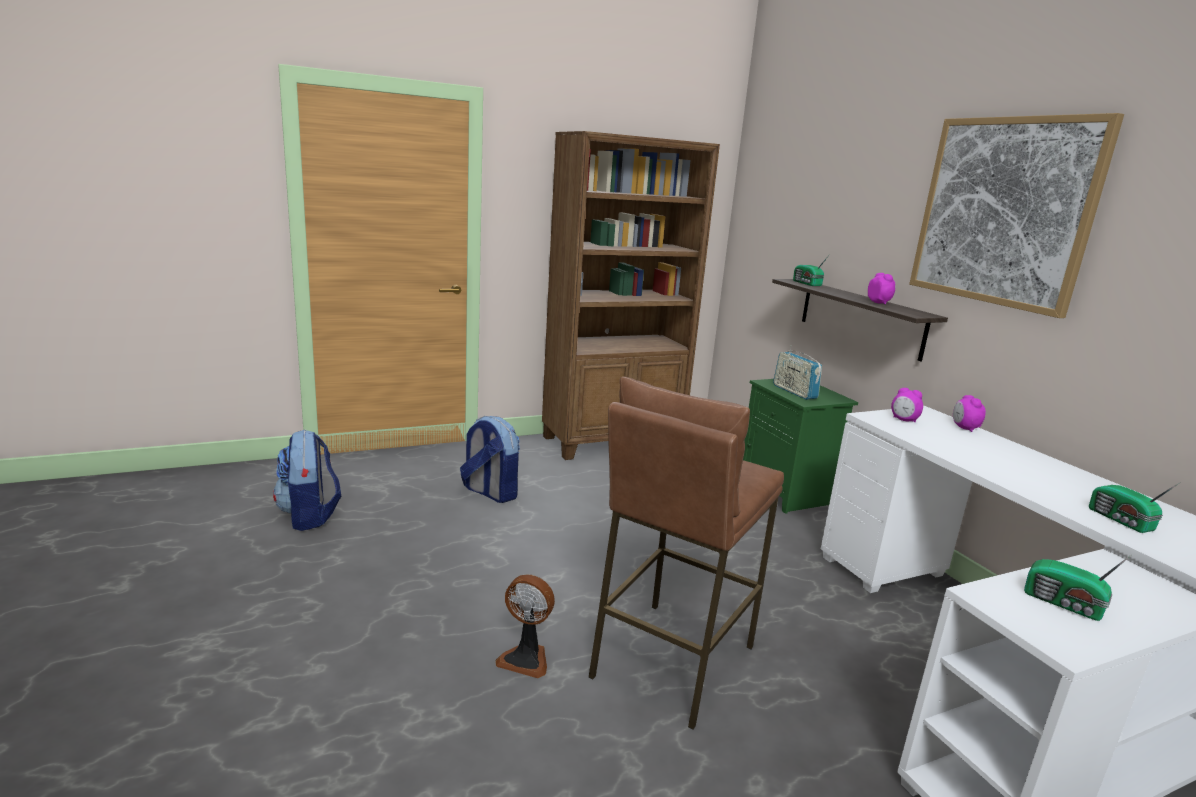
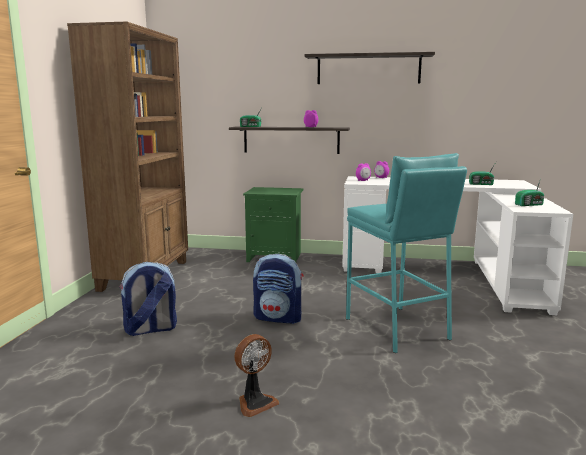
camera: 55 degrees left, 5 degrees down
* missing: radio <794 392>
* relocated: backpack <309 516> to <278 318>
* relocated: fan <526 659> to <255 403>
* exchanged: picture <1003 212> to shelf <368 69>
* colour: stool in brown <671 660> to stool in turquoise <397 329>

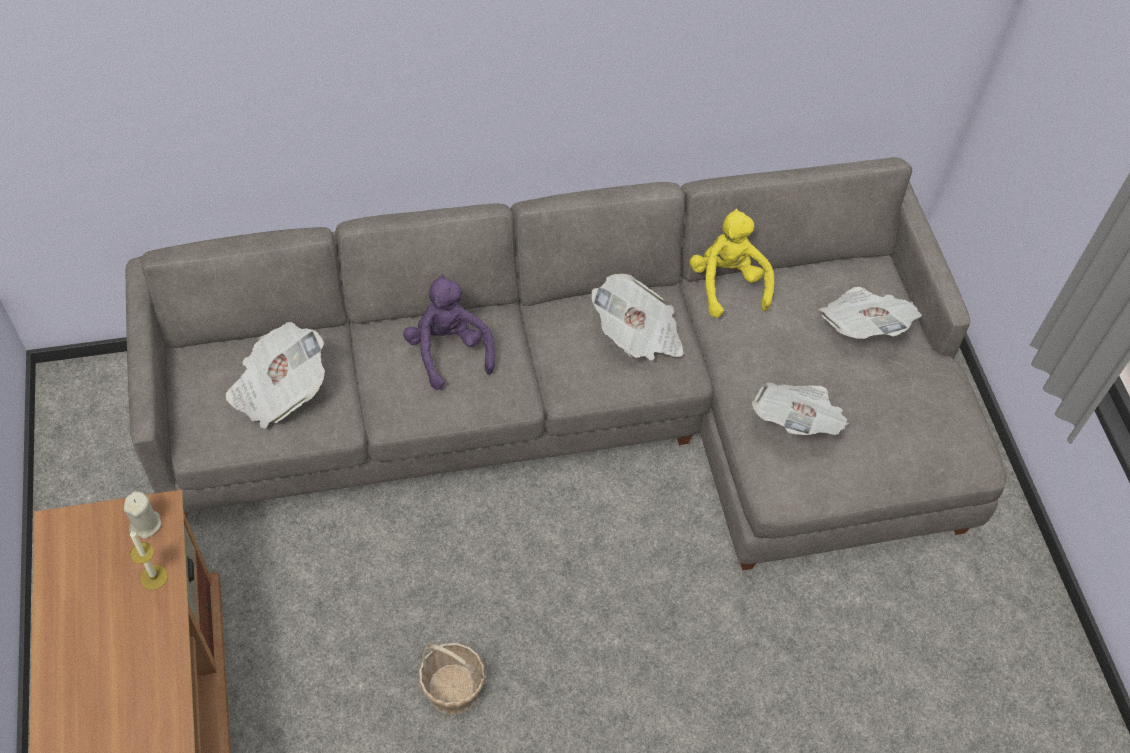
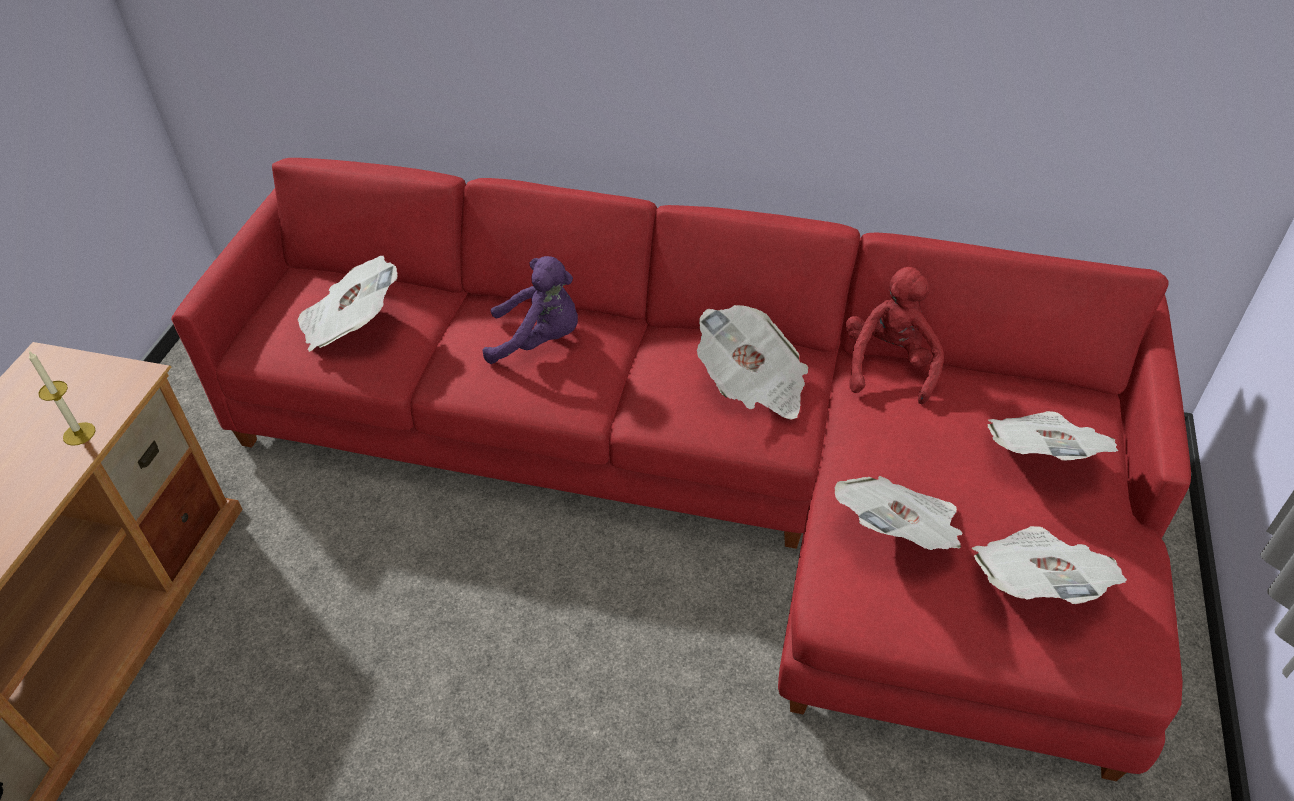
camera: 30 degrees right, 10 degrees down
* missing: candle in beige <146 524>
* missing: basket <453 689>
* appeared: newspaper <1036 584>
* colour: sofa in grey <594 407> to sofa in red <709 477>
* colour: plush toy in yellow <727 284> to plush toy in red <889 365>
* spun: plush toy in purple <448 351> = <539 340> 90 degrees clockwise

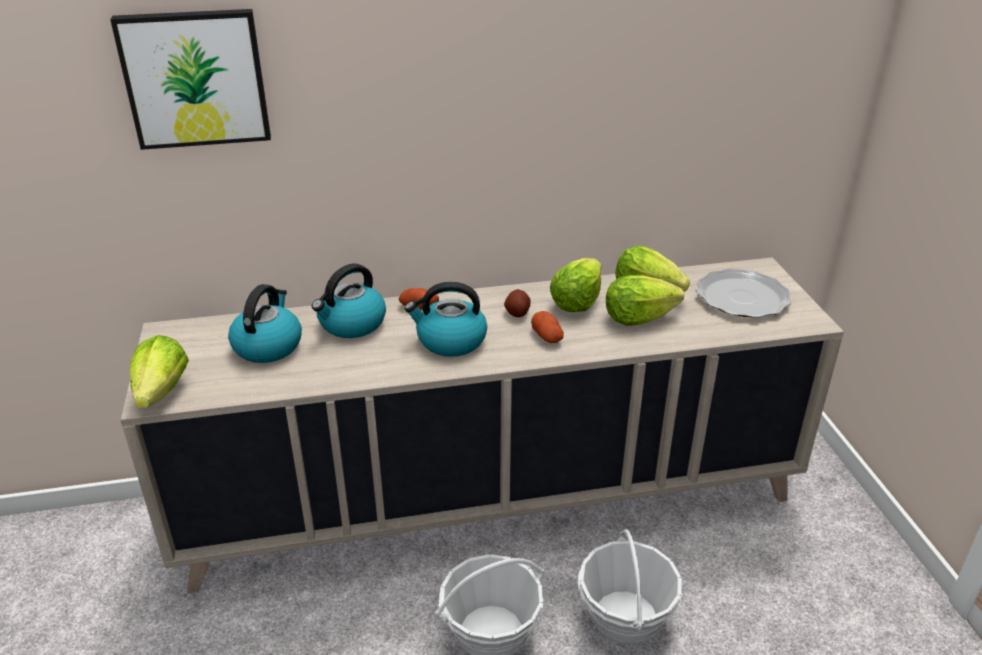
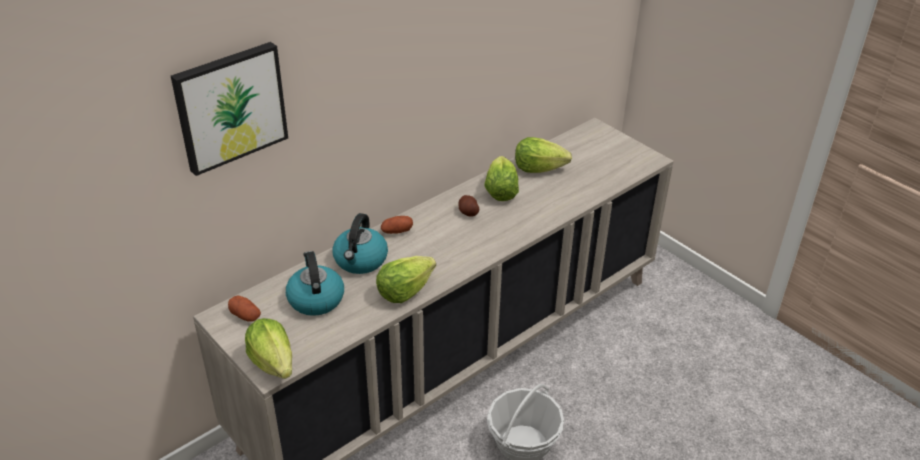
camera: 30 degrees left, 5 degrees up
* missing: kettle <450 341>
* missing: basket <625 617>
* missing: plate <742 297>
* relocated: potato <547 336> to <245 315>
* relocated: lettuce <638 318> to <404 291>

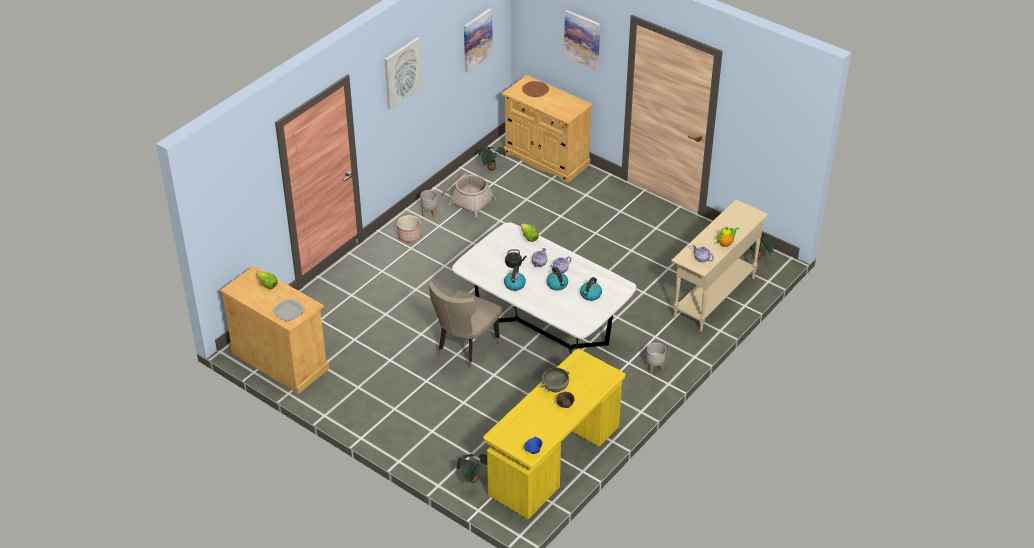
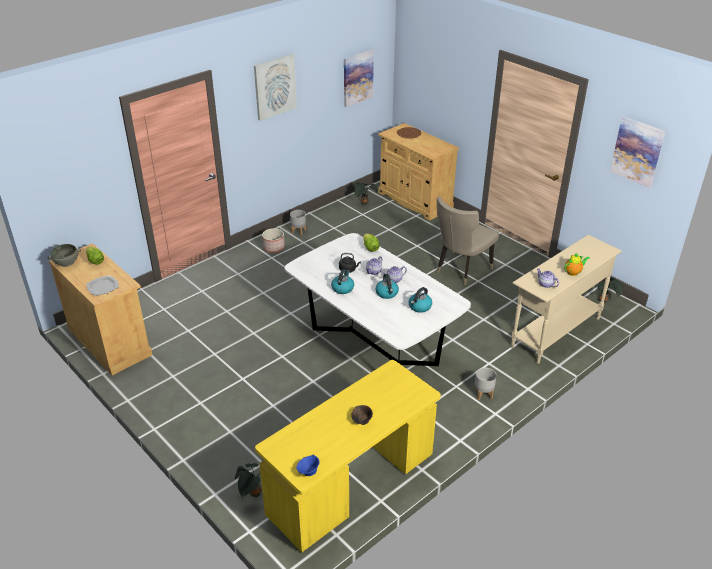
camera: 10 degrees right, 5 degrees down
* missing: basket <467 200>
* relocated: chair in beige <464 349> to <460 270>
* relocated: bowl in grey <555 386> to <66 262>
* relocated: picture <582 40> to <637 151>

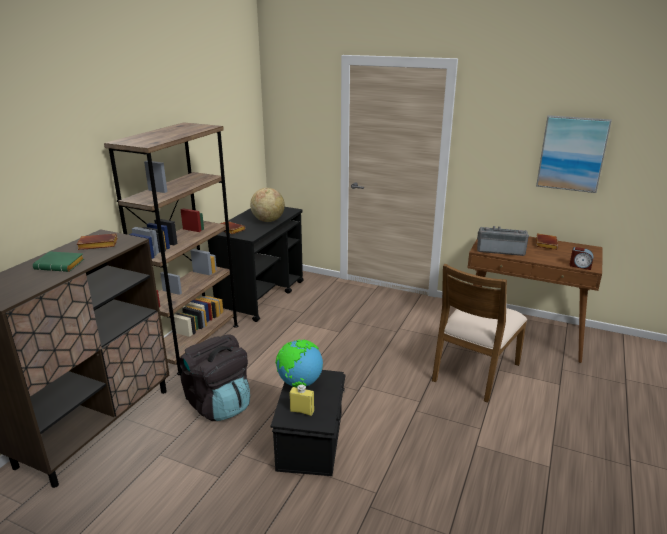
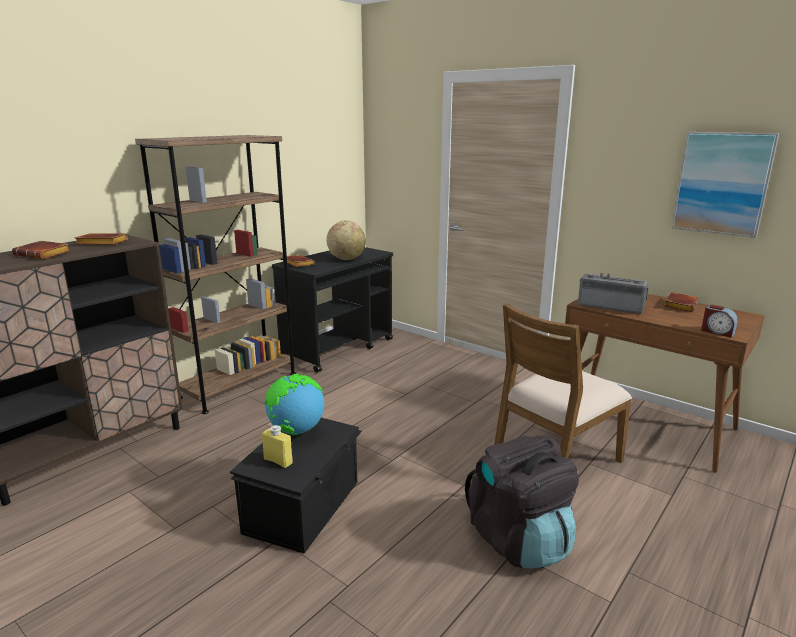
camera: 15 degrees right, 5 degrees down
* relocated: backpack in black <219 404> to <519 539>
* colour: book in green <61 265> to book in brown <44 254>

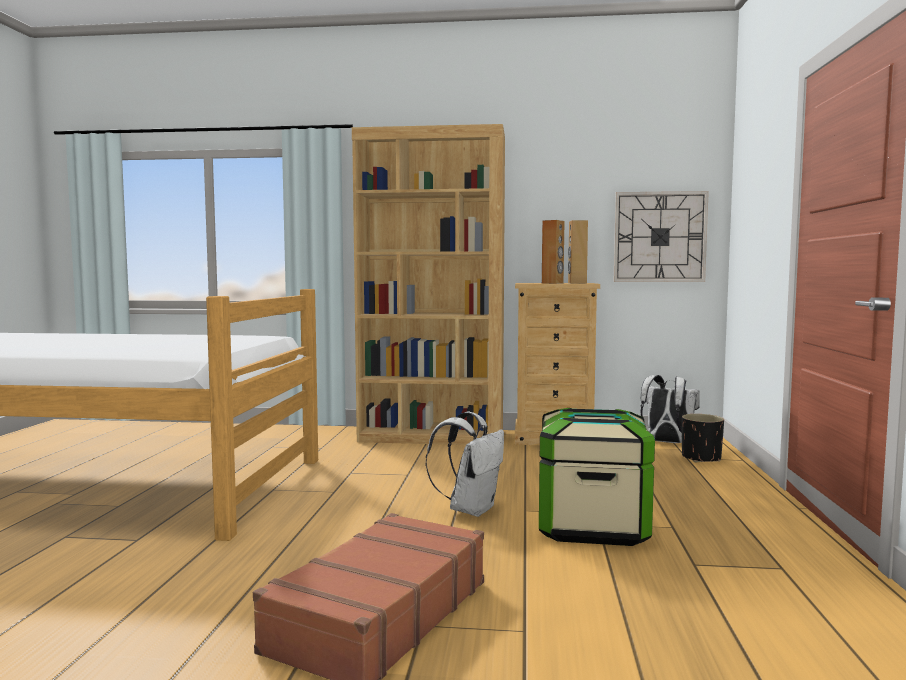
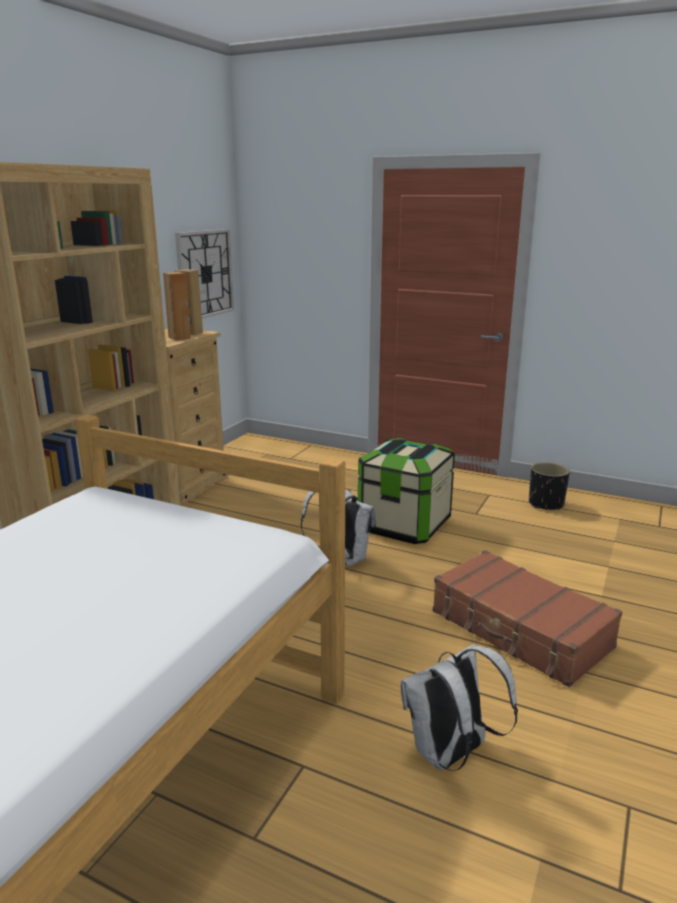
camera: 70 degrees left, 15 degrees up
* relocated: backpack in white <667 442> to <450 754>
* relocated: planter in black <701 458> to <546 504>

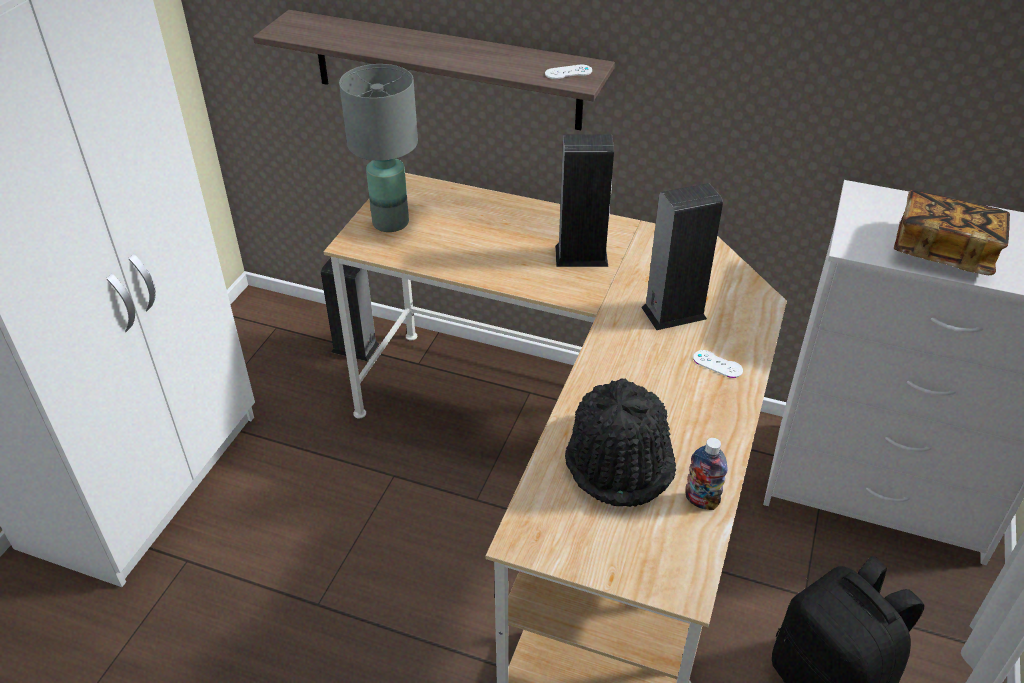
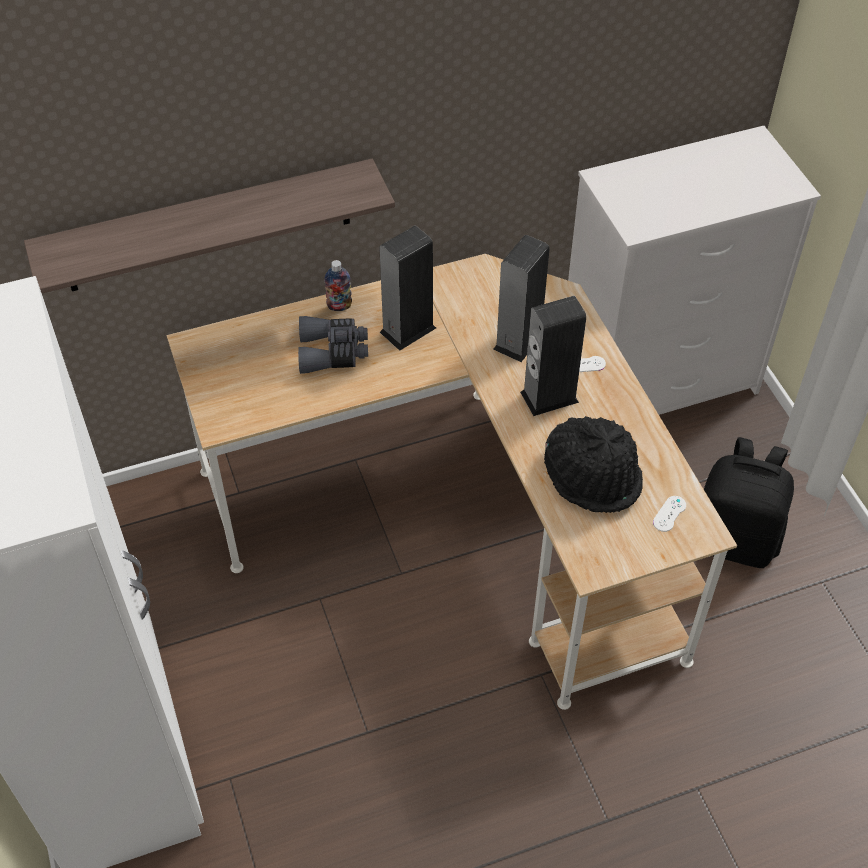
camera: 40 degrees left, 10 degrees up
* missing: table lamp in grey <390 222>
* missing: book <943 252>
* appeared: binoculars in grey <333 352>
* relocated: speaker <355 348> to <549 397>
* relocated: game controller in white <568 72> to <669 514>
* relocated: bottle <701 500> to <339 306>

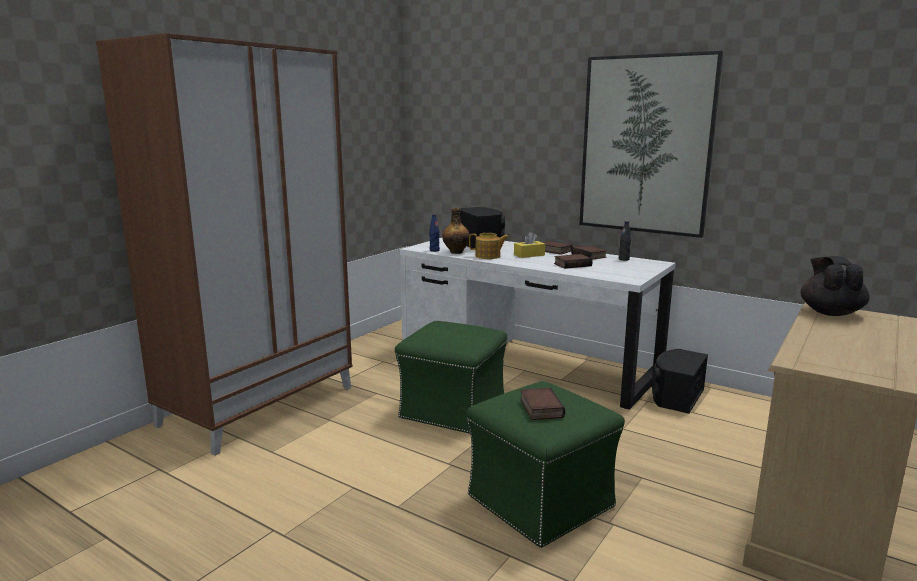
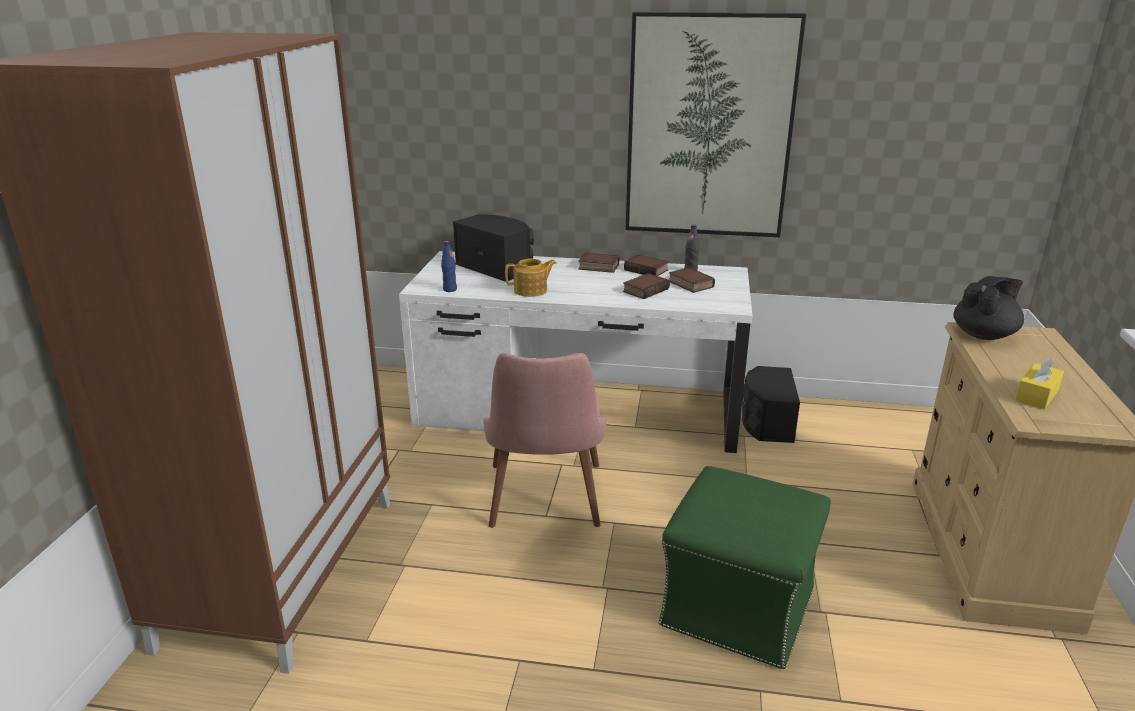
camera: 25 degrees left, 10 degrees up
* missing: bottle <456 252>
* relocated: tissue box in yellow <529 255> to <1036 395>
* relocated: book <539 408> to <689 284>
* exchanged: ottoman in green <452 409> to chair in pink <545 505>
* spun: teapot in black <830 312> = <984 335> 75 degrees clockwise

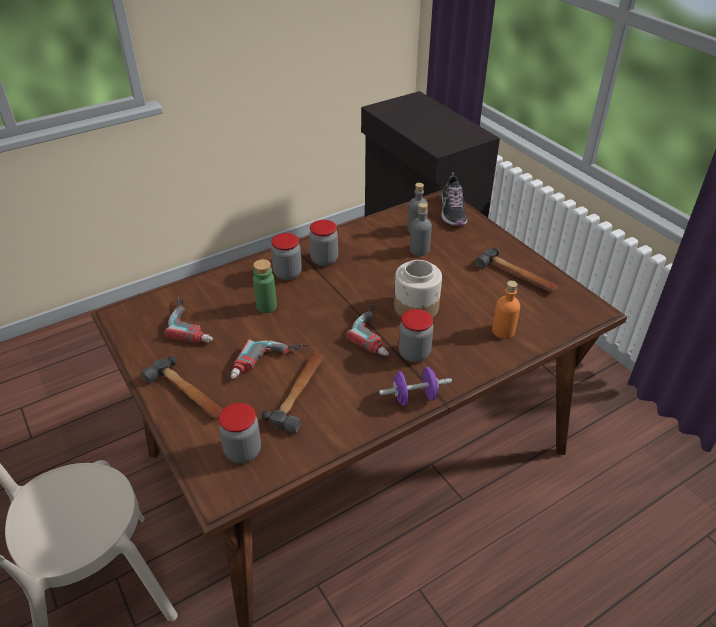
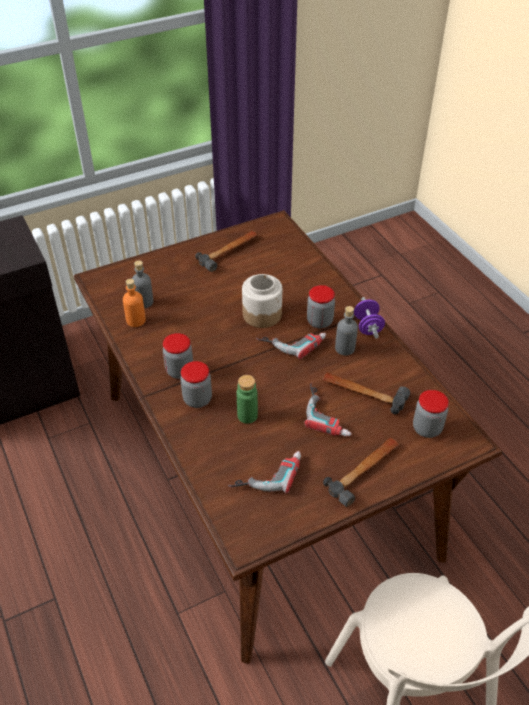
camera: 85 degrees left, 5 degrees up
* missing: shoe <452 211>
* relocated: bottle in grey <419 250> to <345 348>
* relocated: bottle in orange <503 331> to <136 320>

